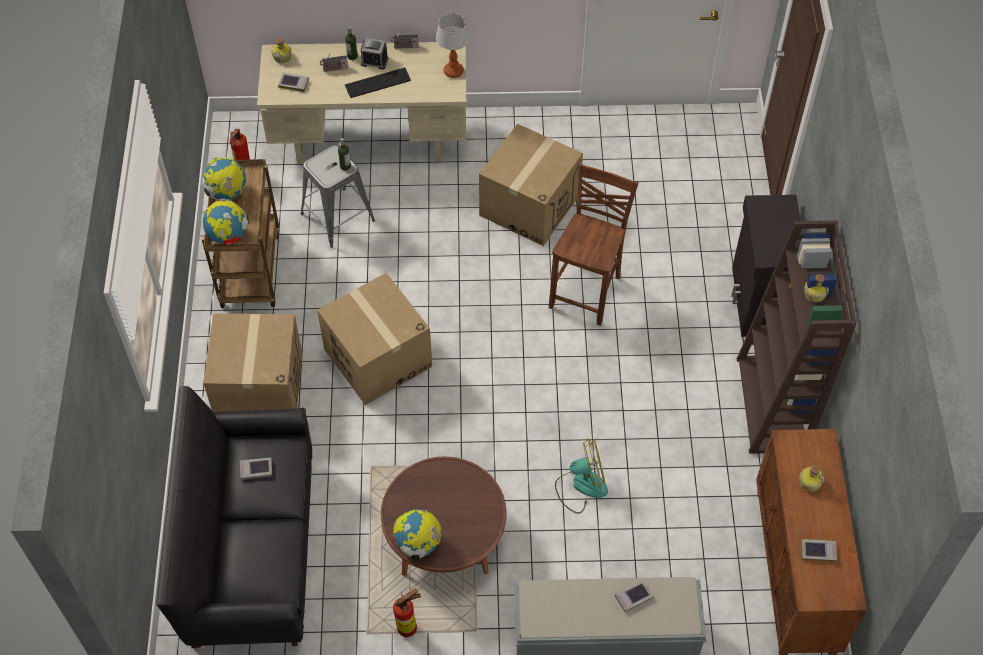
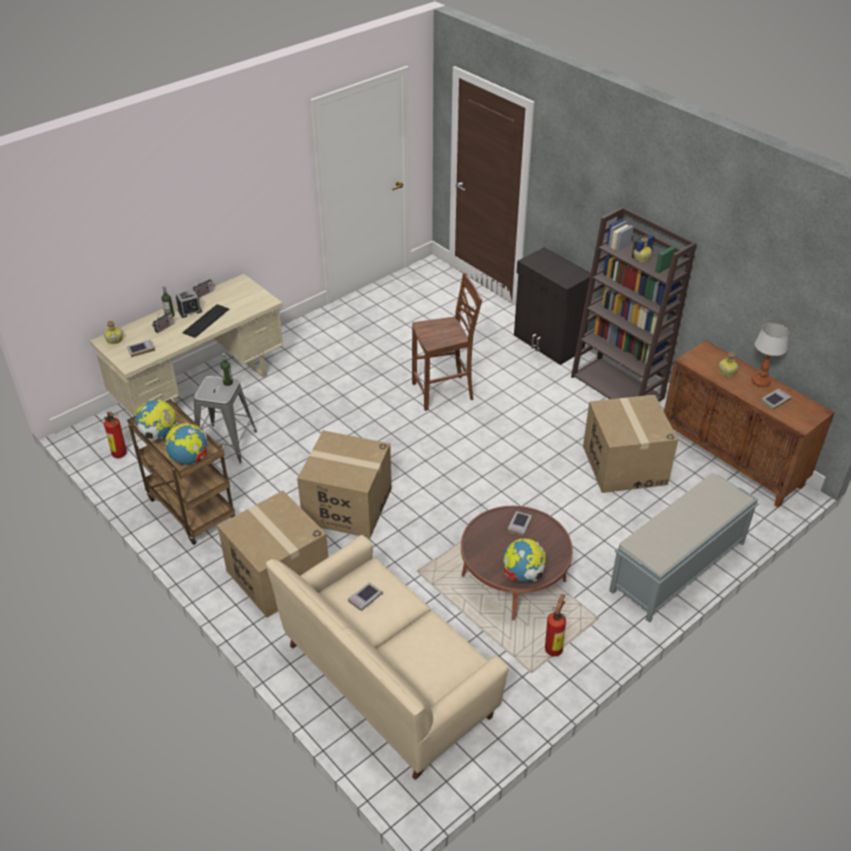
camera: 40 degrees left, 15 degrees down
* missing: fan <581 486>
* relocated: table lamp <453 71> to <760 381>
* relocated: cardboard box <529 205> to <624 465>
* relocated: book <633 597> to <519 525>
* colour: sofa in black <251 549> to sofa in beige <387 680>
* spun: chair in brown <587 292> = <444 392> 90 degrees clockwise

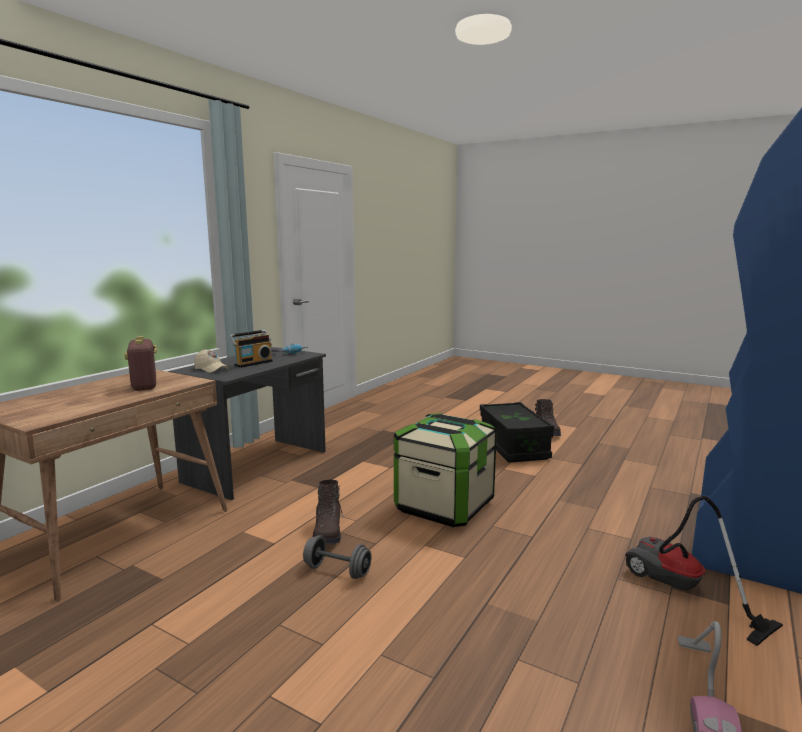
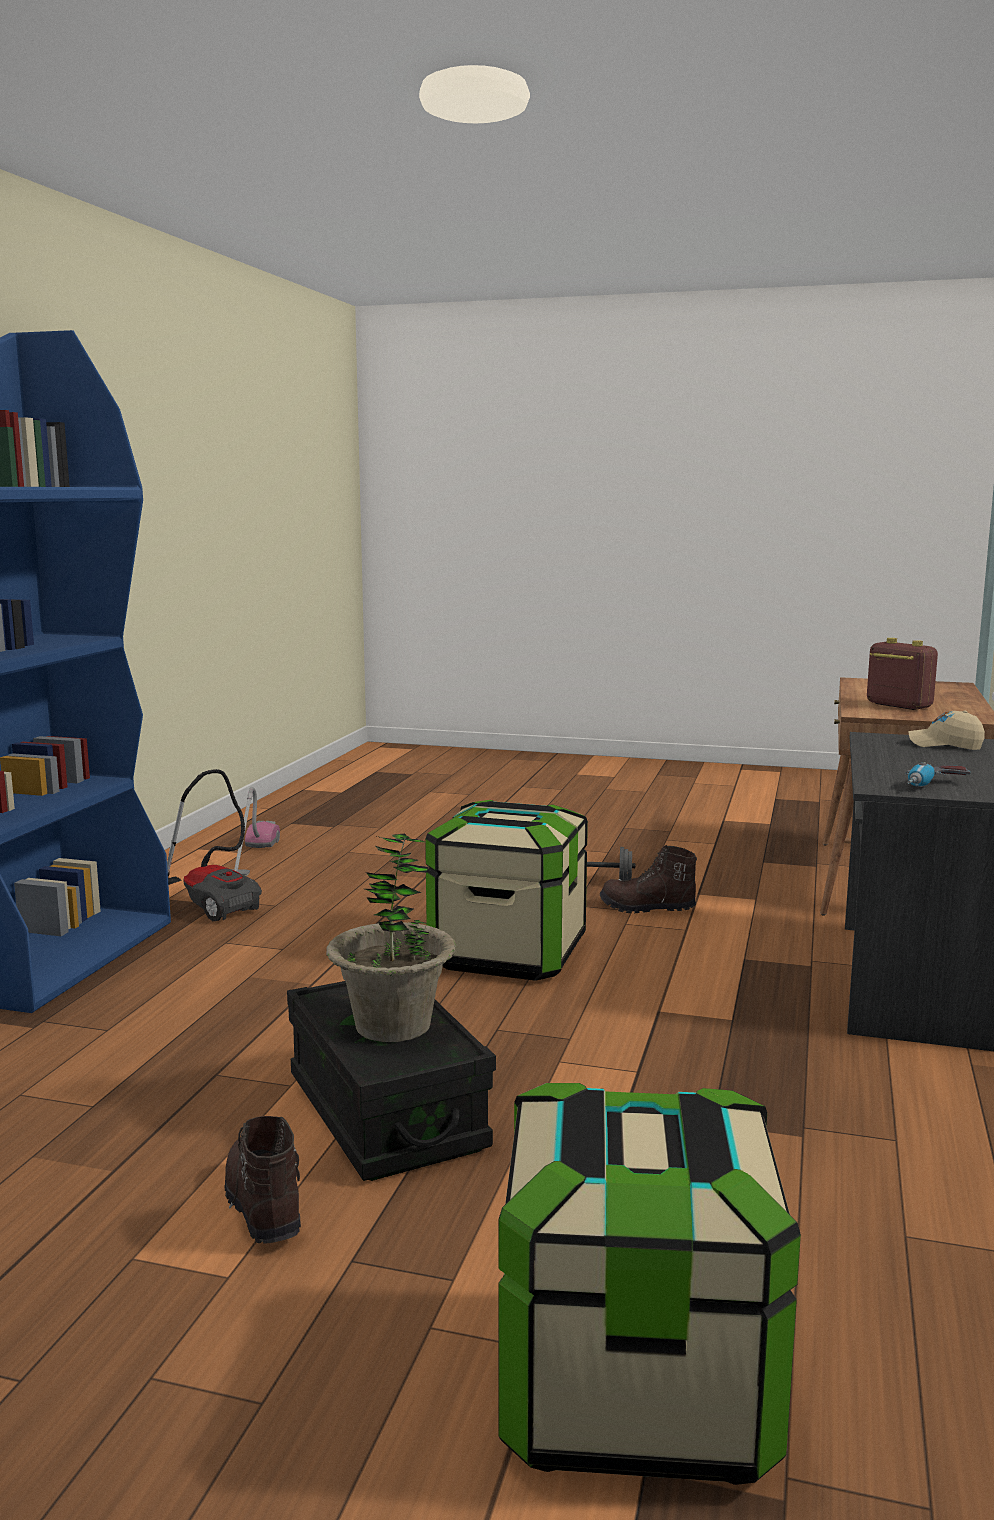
camera: 165 degrees right, 0 degrees up
* missing: radio <253 363>
* appeared: potted plant <393 1025>
* appeared: storage box <636 1387>
* spun: boot in brown <328 532> = <647 908> 60 degrees counterclockwise

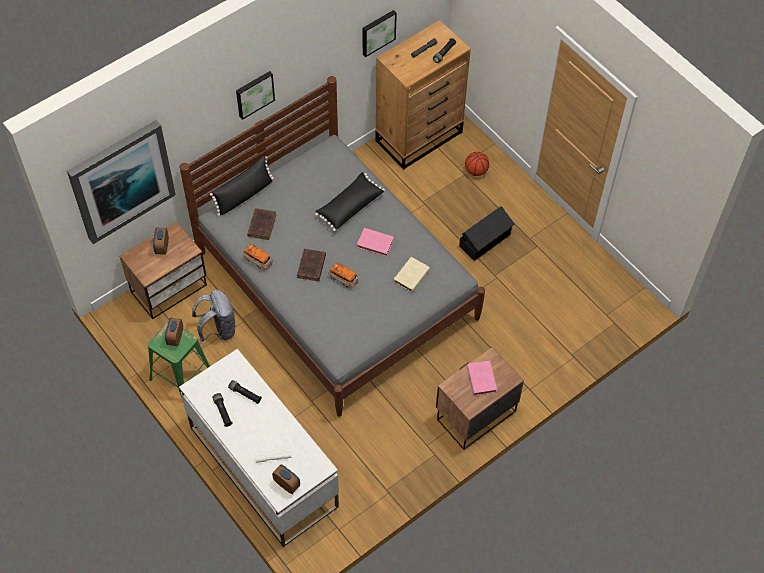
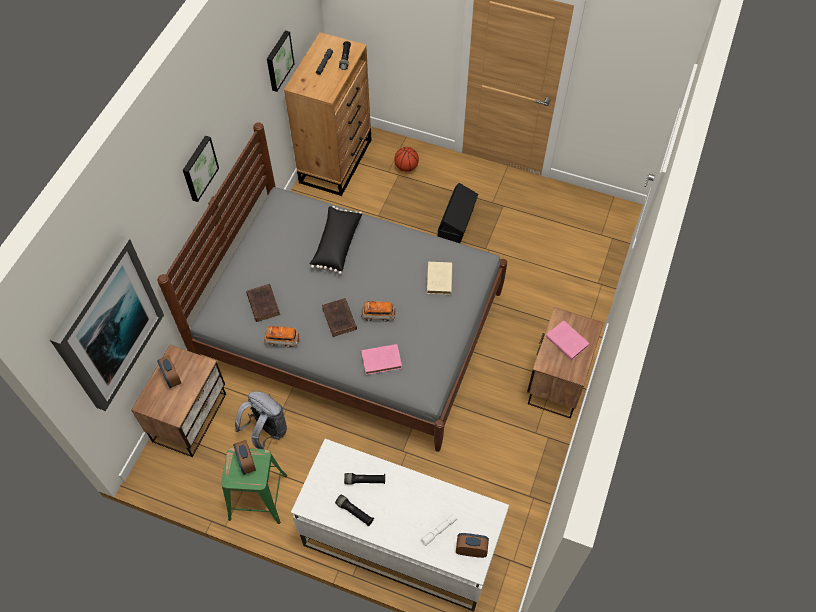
camera: 30 degrees left, 0 degrees up
* missing: pillow in black <244 195>
* relocated: book in pink <376 243> to <382 360>

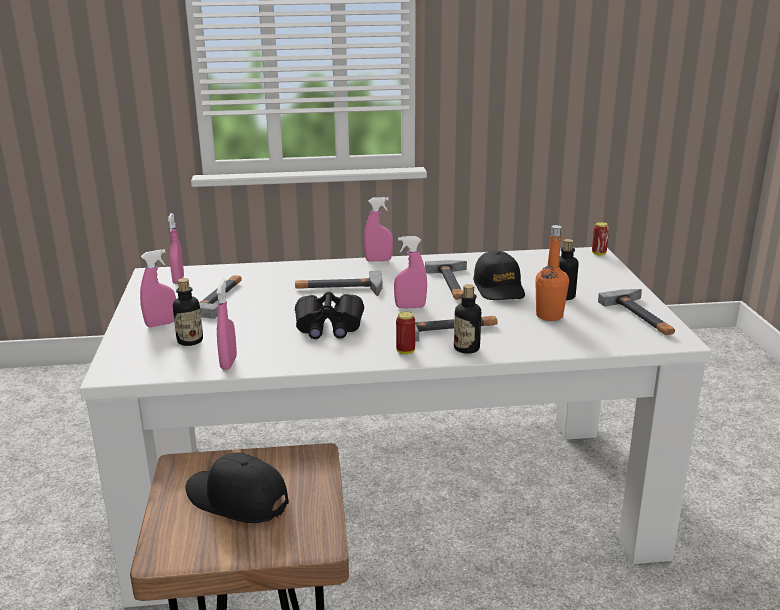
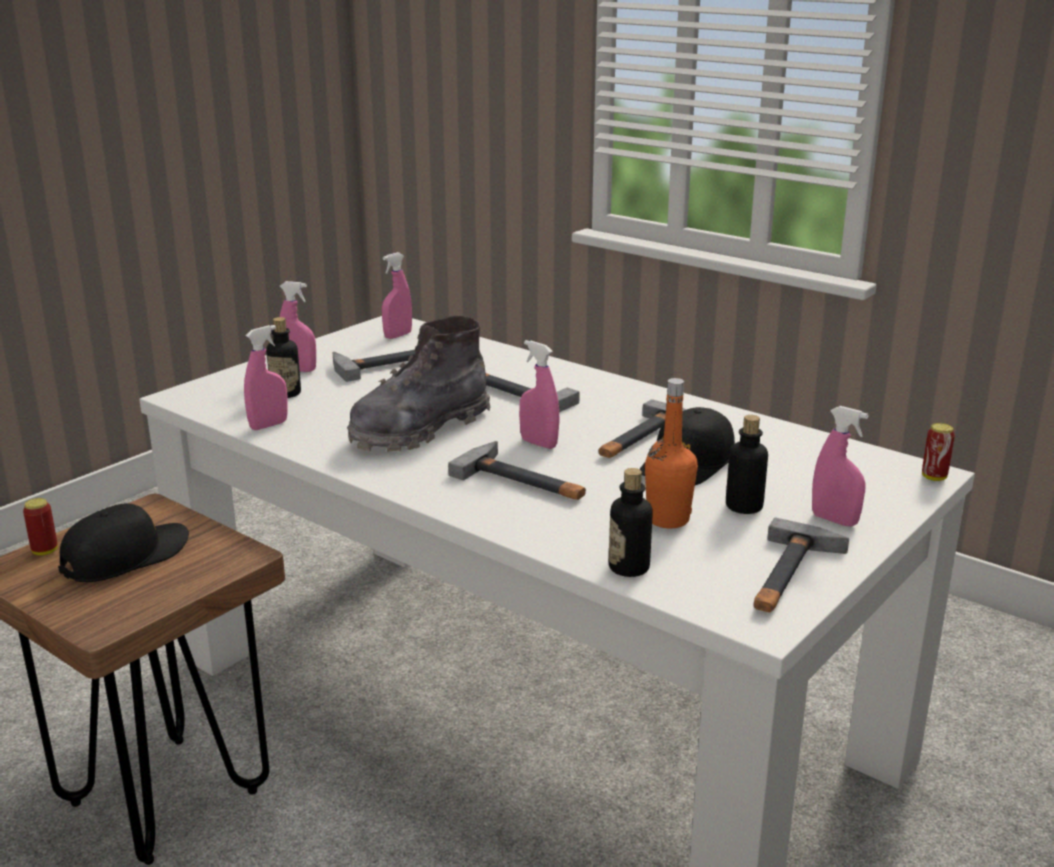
camera: 45 degrees right, 0 degrees up
* relocated: spray bottle in pink <378 260> to <834 520>
* relocated: can <405 351> to <45 551>
* relocated: bottle <466 348> to <629 567>
* exchanged: binoculars in black <329 326> to boot in grey <419 429>
* spun: cap in black <237 499> = <126 556> 60 degrees clockwise

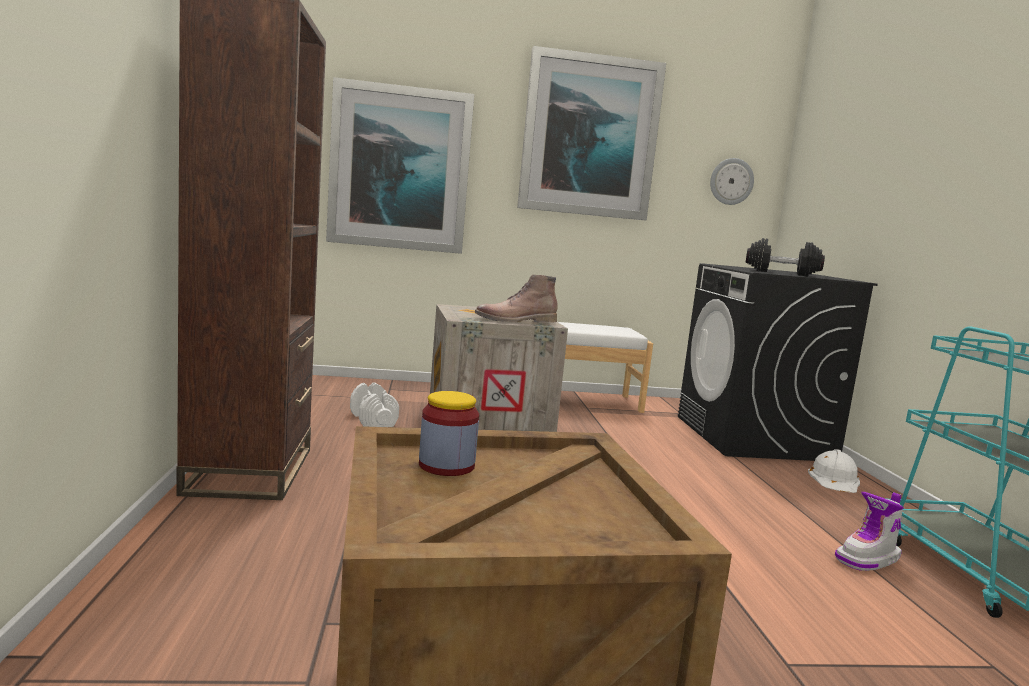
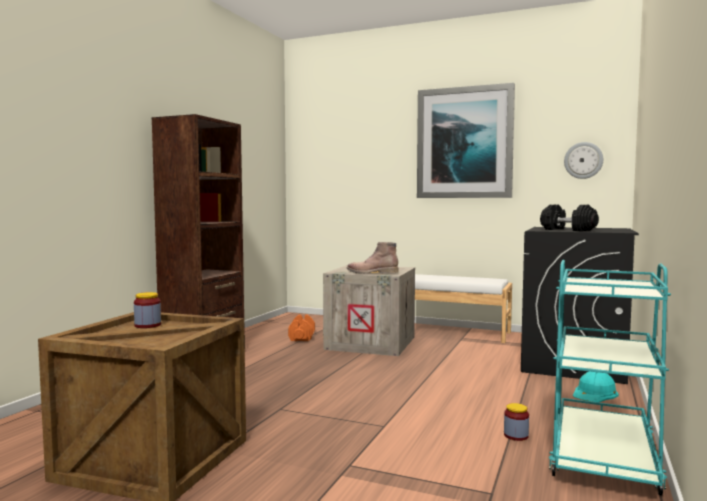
camera: 30 degrees right, 5 degrees down
* missing: picture <400 169>
* exchanged: boot <868 559> to jar <516 435>
* colour: dumbbell in white <373 420> to dumbbell in orange <302 337>
* colour: hard hat in white <835 479> to hard hat in turquoise <595 393>

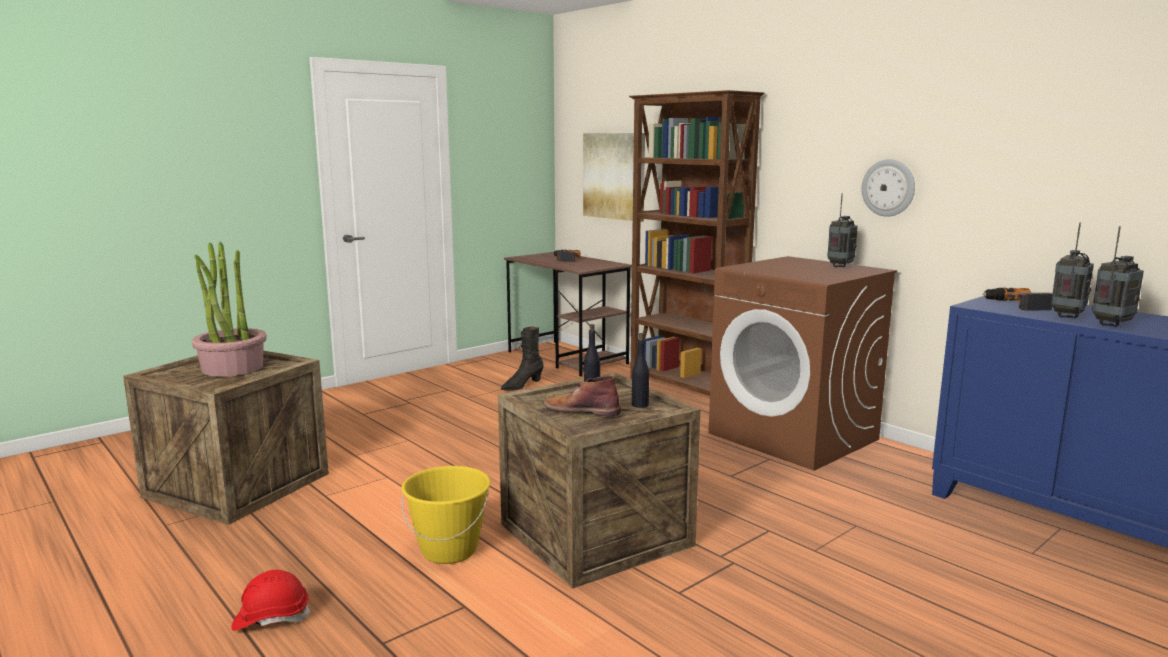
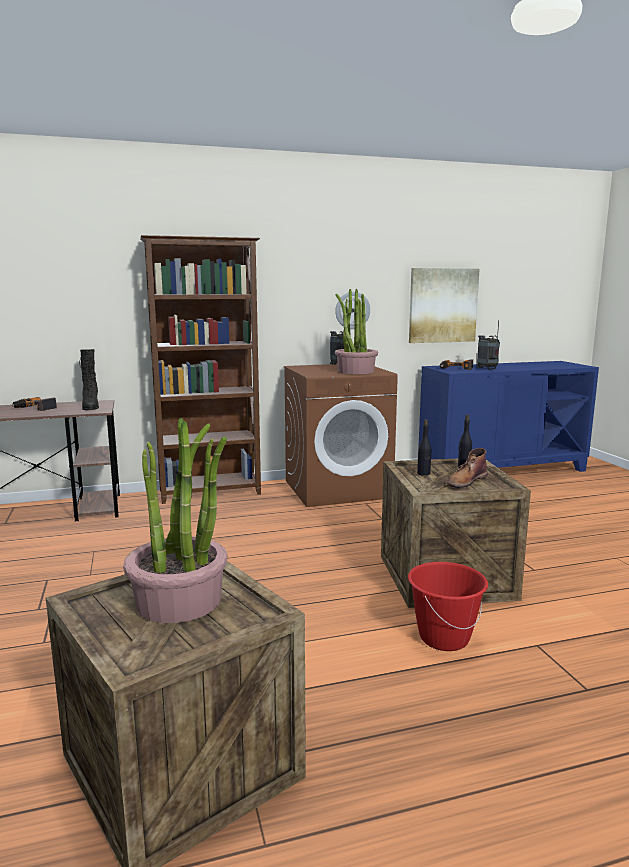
camera: 65 degrees left, 0 degrees up
* missing: hard hat in red <271 618>
* missing: radio <1112 325>
* appeared: potted plant <355 371>
* relocated: boot in black <522 386> to <90 407>
* relocated: picture <614 176> to <443 305>
* colour: bucket in yellow <449 550> to bucket in red <443 637>

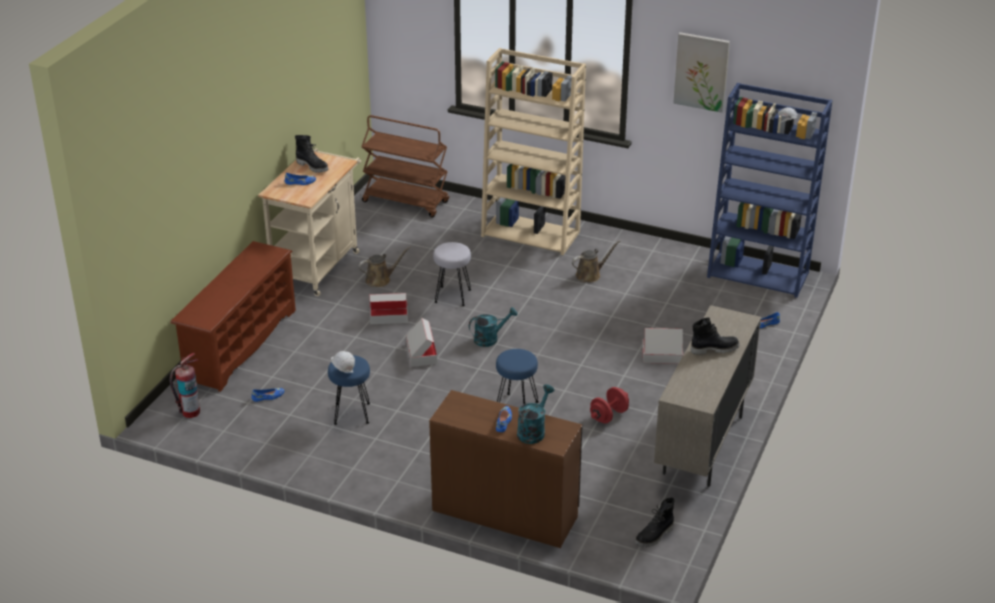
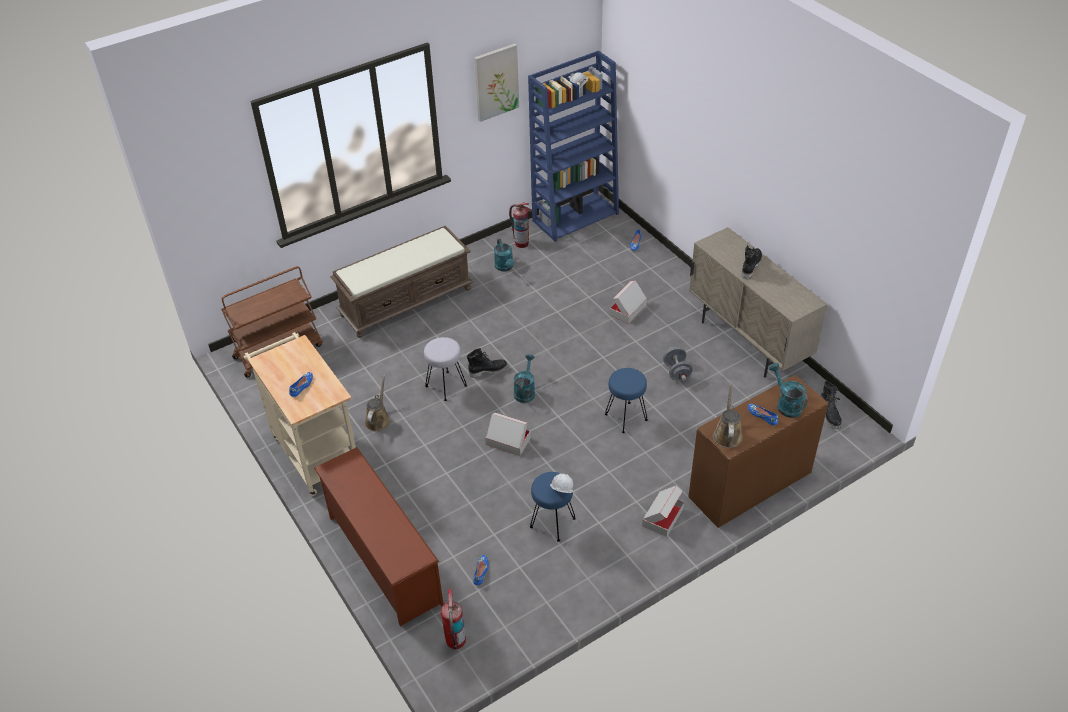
camera: 55 degrees left, 10 degrees up
* appeared: watering can in turquoise <505 267>
* appeared: fire extinguisher <521 243>
* relocated: boot in black <313 166> to <488 370>
* relocated: cardboard box <389 316> to <662 517>
* relocated: watering can in brown <590 275> to <727 434>
* exchanged: bookcase in beige <531 234> to bench in brown <406 301>
* colour: dumbbell in red <609 415> to dumbbell in grey <676 372>

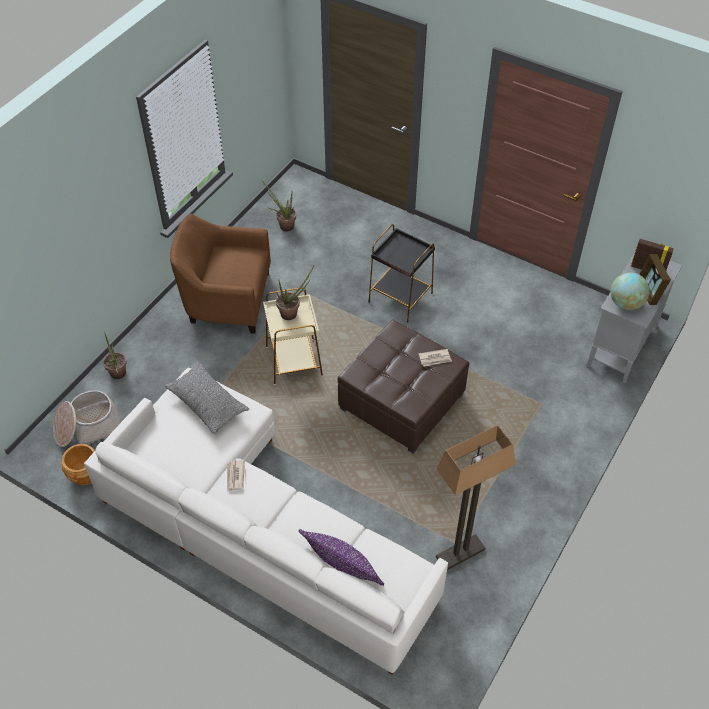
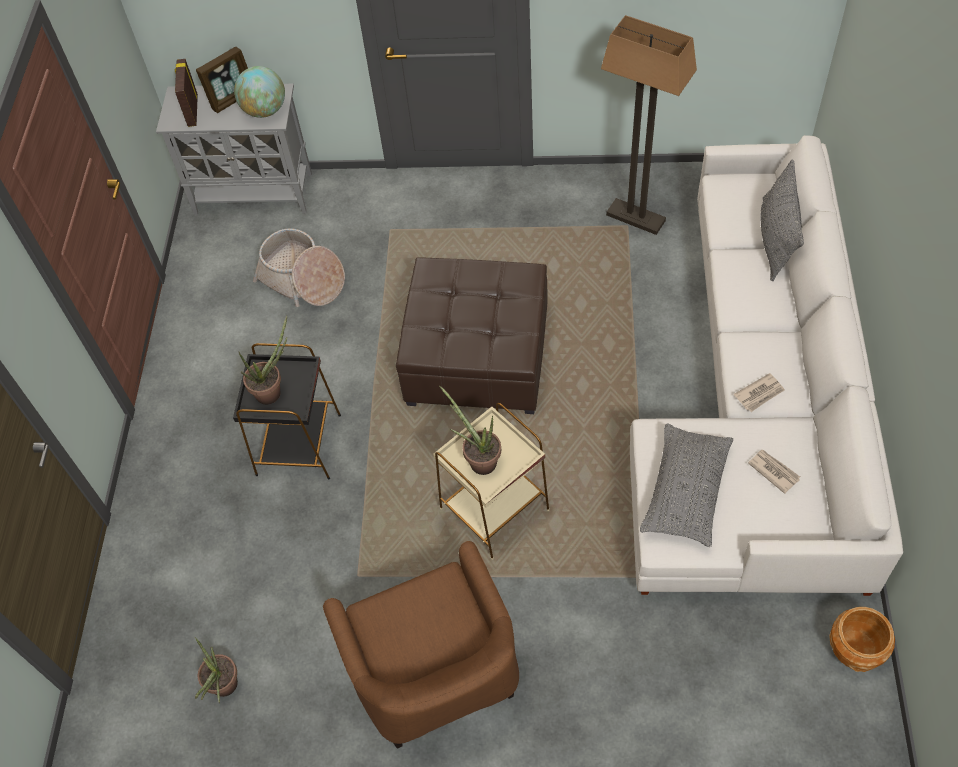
camera: 115 degrees left, 5 degrees up
* relocated: basket <88 427> to <302 280>
* relocated: potted plant <118 376> to <273 391>
* relocated: newspaper <435 359> to <773 471>
* colour: pillow in purple <342 567> to pillow in grey <776 239>

